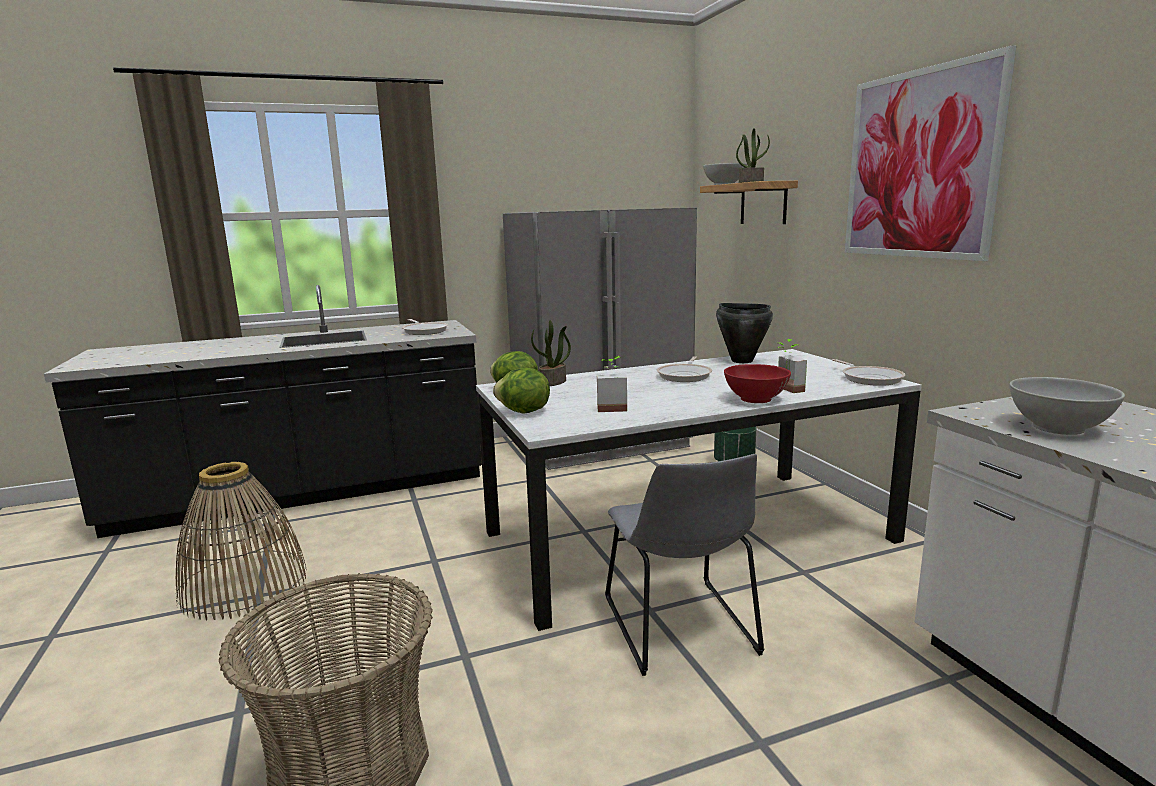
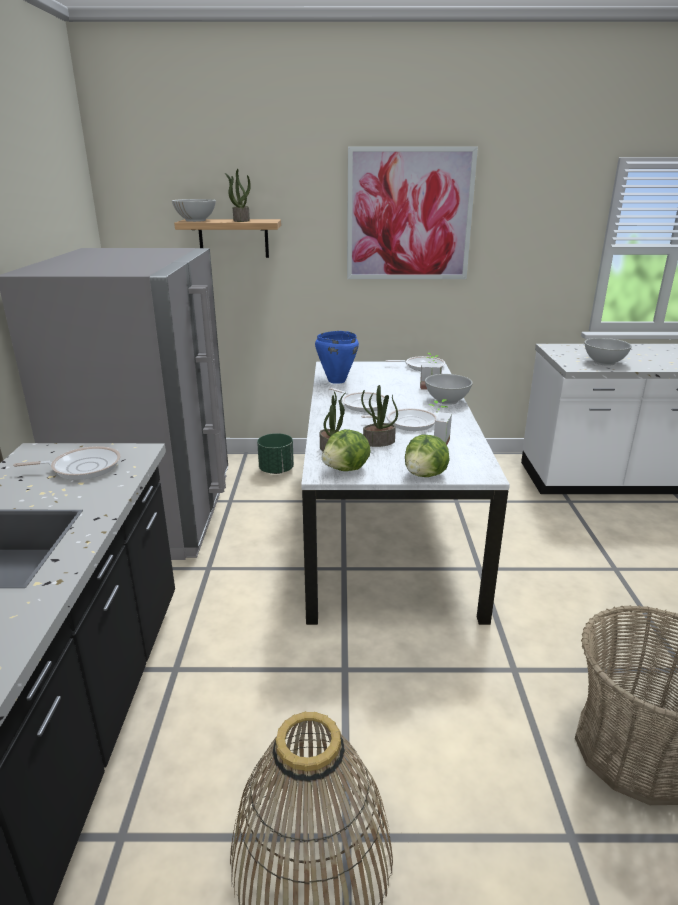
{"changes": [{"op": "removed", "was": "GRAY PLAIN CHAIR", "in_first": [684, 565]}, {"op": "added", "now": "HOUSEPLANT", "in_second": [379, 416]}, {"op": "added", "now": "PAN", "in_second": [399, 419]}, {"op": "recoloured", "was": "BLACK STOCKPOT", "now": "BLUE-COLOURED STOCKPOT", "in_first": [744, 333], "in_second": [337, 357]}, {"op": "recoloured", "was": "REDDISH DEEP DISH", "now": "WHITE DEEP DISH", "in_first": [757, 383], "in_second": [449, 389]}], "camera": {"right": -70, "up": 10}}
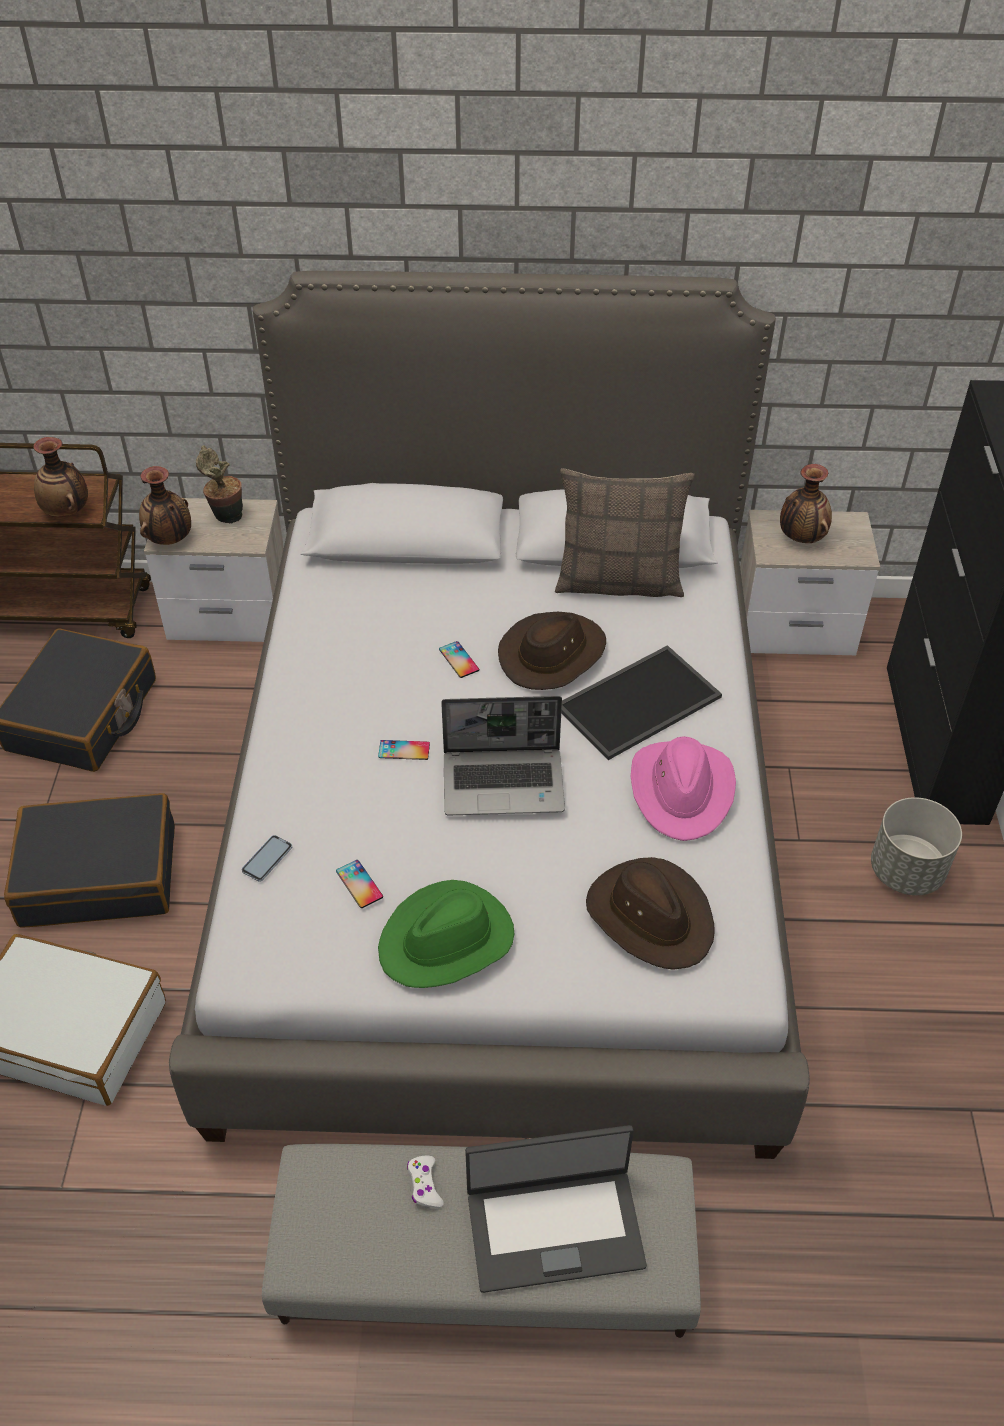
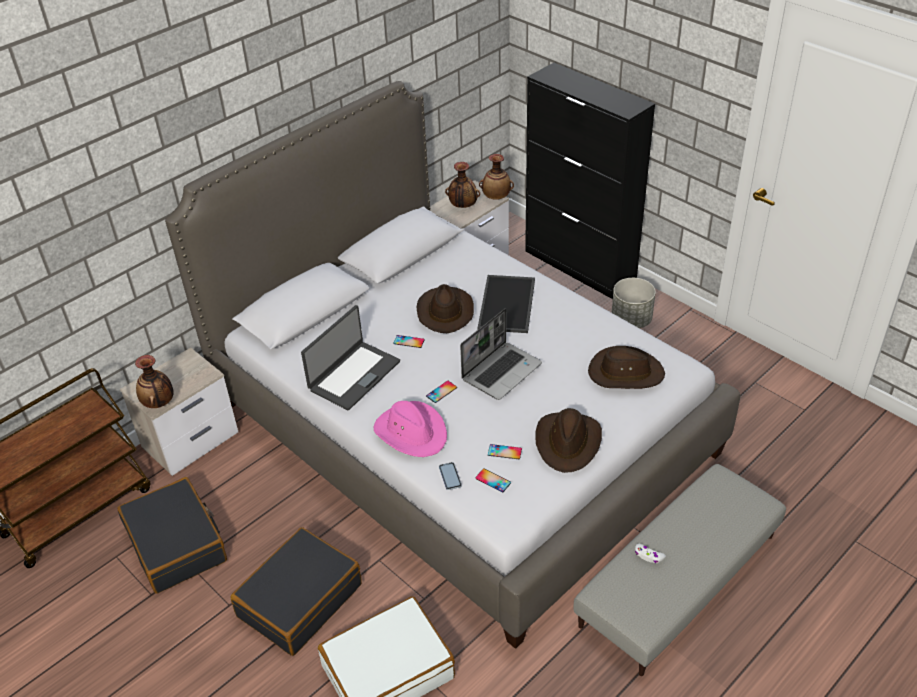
{"changes": [{"op": "removed", "was": "HOUSEPLANT", "in_first": [219, 484]}, {"op": "removed", "was": "CUSHION", "in_first": [625, 532]}, {"op": "added", "now": "TELEPHONE", "in_second": [493, 480]}, {"op": "moved", "was": "FLOWER VASE", "in_first": [60, 477], "in_second": [496, 177]}, {"op": "moved", "was": "LAPTOP", "in_first": [556, 1209], "in_second": [350, 357]}, {"op": "moved", "was": "PINK-COLOURED HAT", "in_first": [683, 788], "in_second": [410, 429]}, {"op": "recoloured", "was": "GREEN HAT", "now": "BROWN HAT", "in_first": [446, 934], "in_second": [568, 440]}], "camera": {"right": -45, "up": -5}}
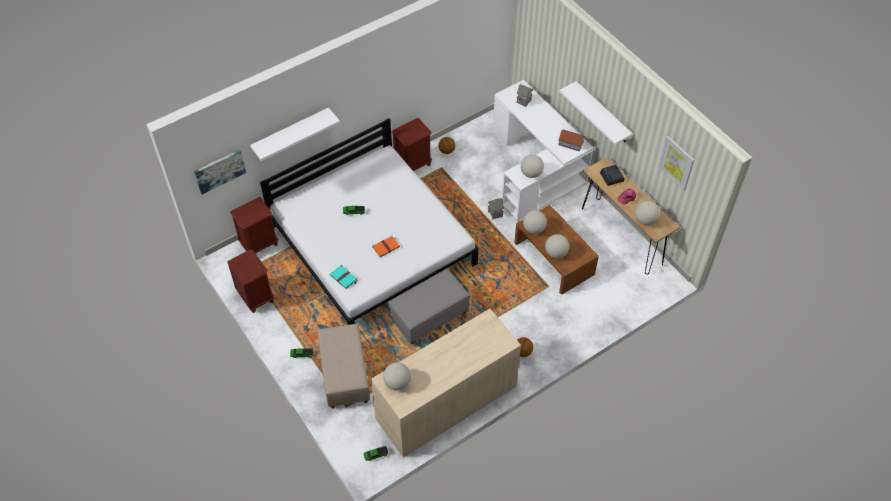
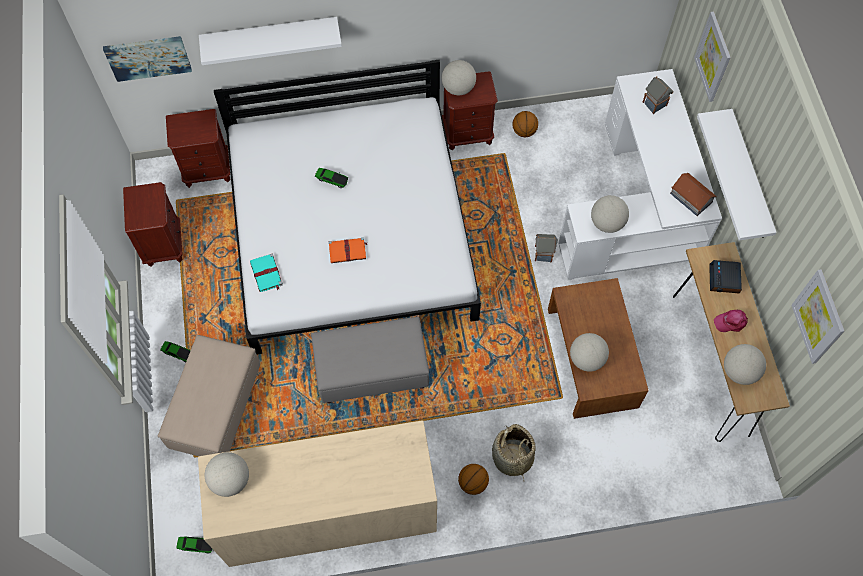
{"changes": [{"op": "added", "now": "HOUSEHOLD BASKET", "in_second": [514, 451]}, {"op": "added", "now": "PICTURE", "in_second": [712, 57]}, {"op": "moved", "was": "DESK GLOBE", "in_first": [535, 222], "in_second": [459, 77]}], "camera": {"right": 25, "up": 10}}
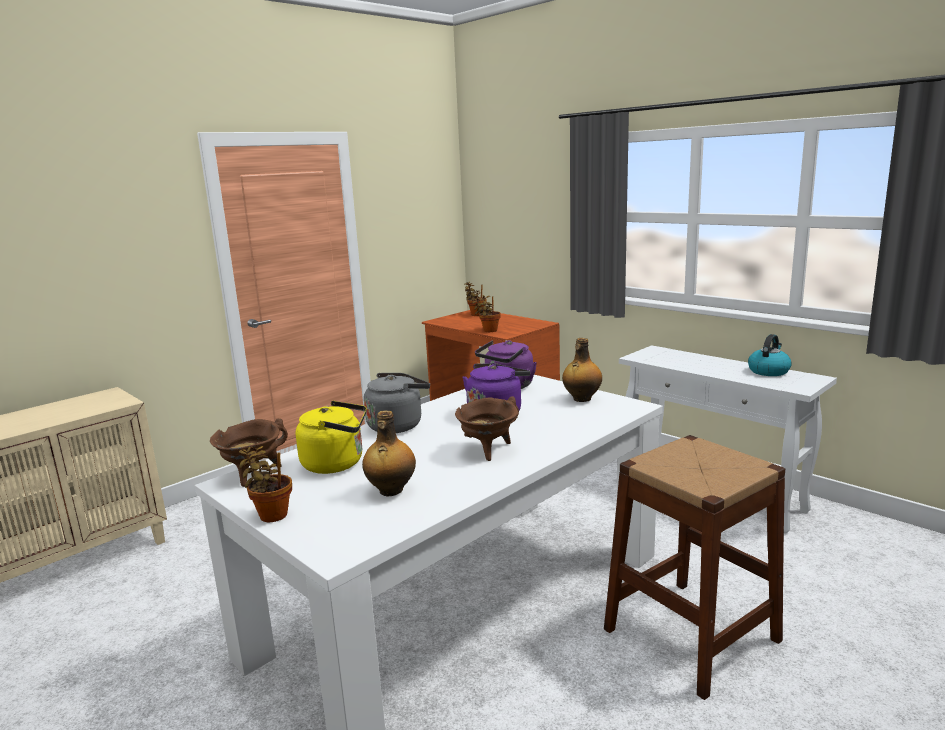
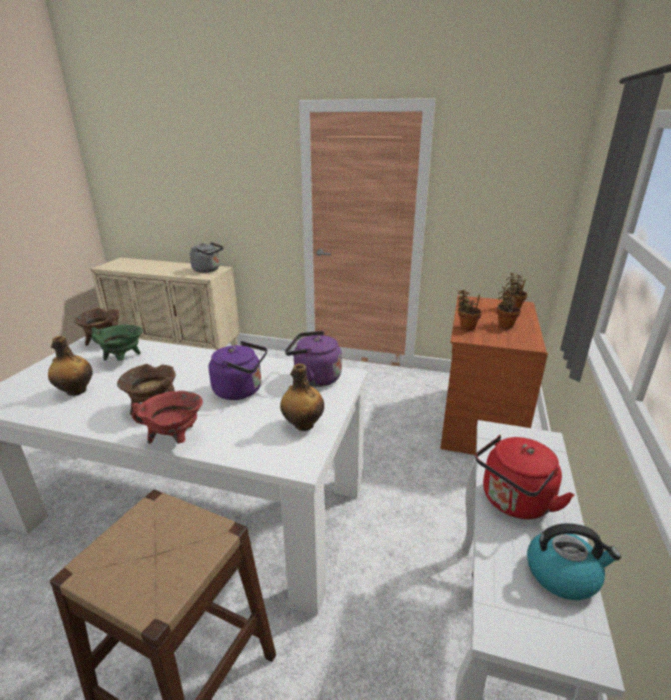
{"changes": [{"op": "added", "now": "REDDISH STOCKPOT", "in_second": [167, 417]}, {"op": "added", "now": "REDDISH WATER KETTLE", "in_second": [524, 477]}, {"op": "moved", "was": "HOUSEPLANT", "in_first": [265, 484], "in_second": [509, 307]}, {"op": "moved", "was": "GRAY WATER KETTLE", "in_first": [397, 403], "in_second": [207, 257]}, {"op": "replaced", "was": "YELLOW-COLOURED WATER KETTLE", "now": "GREEN STOCKPOT", "in_first": [331, 437], "in_second": [117, 343]}], "camera": {"right": 60, "up": 10}}
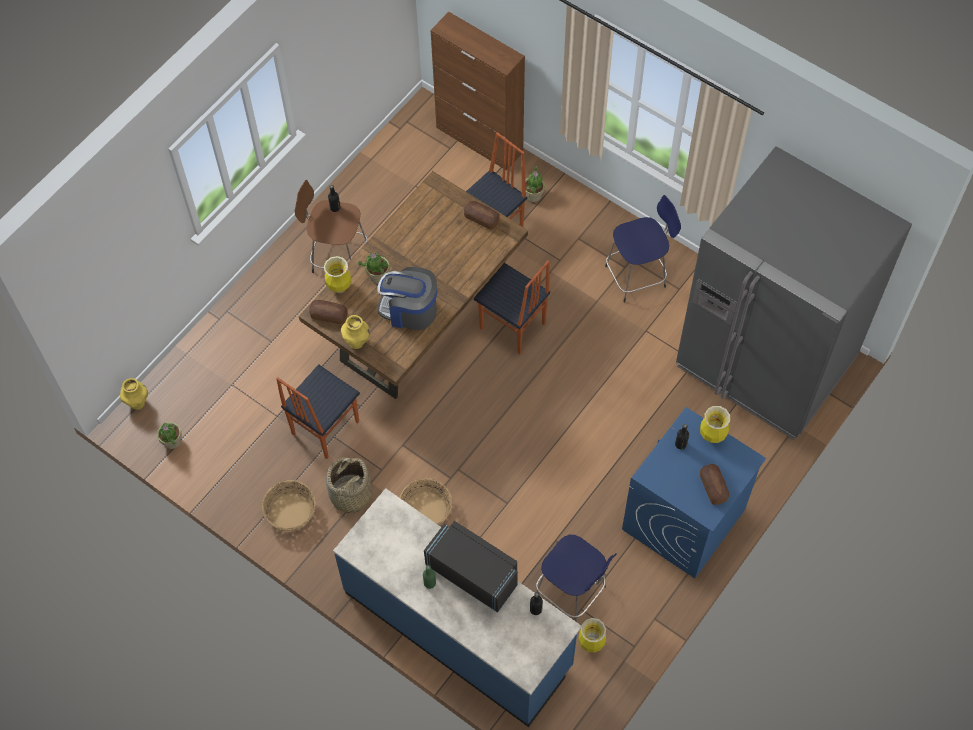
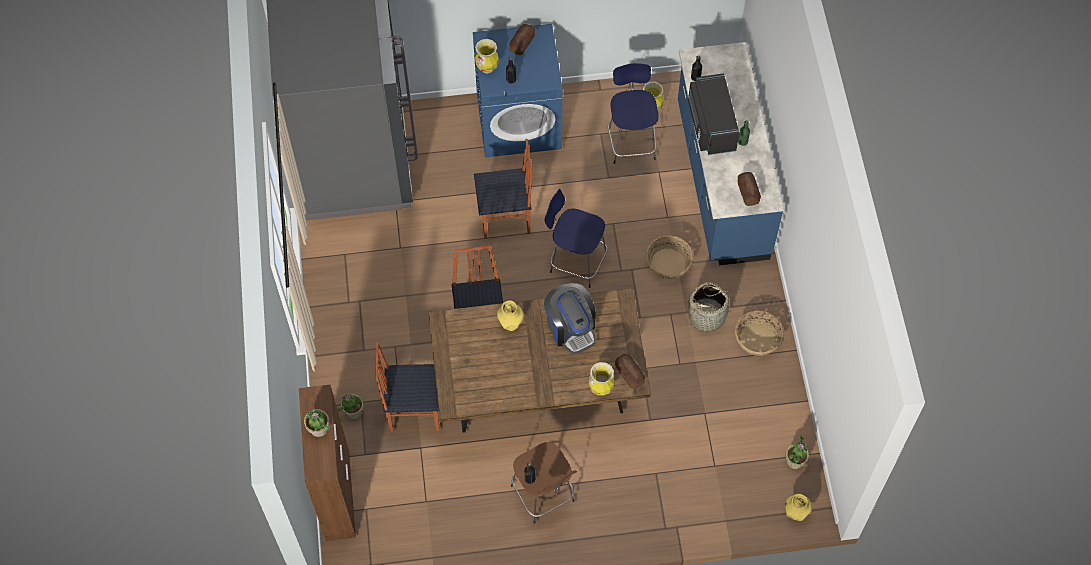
{"changes": [{"op": "moved", "was": "PLAIN CHAIR", "in_first": [318, 411], "in_second": [503, 189]}, {"op": "moved", "was": "YELLOW-COLOURED FLOWER VASE", "in_first": [355, 332], "in_second": [510, 315]}, {"op": "moved", "was": "HOUSEPLANT", "in_first": [374, 268], "in_second": [317, 423]}, {"op": "moved", "was": "BAKERY BREAD", "in_first": [482, 215], "in_second": [749, 189]}, {"op": "moved", "was": "BLUE-COLOURED SITTING STOOL", "in_first": [643, 248], "in_second": [576, 238]}], "camera": {"right": -135, "up": 0}}
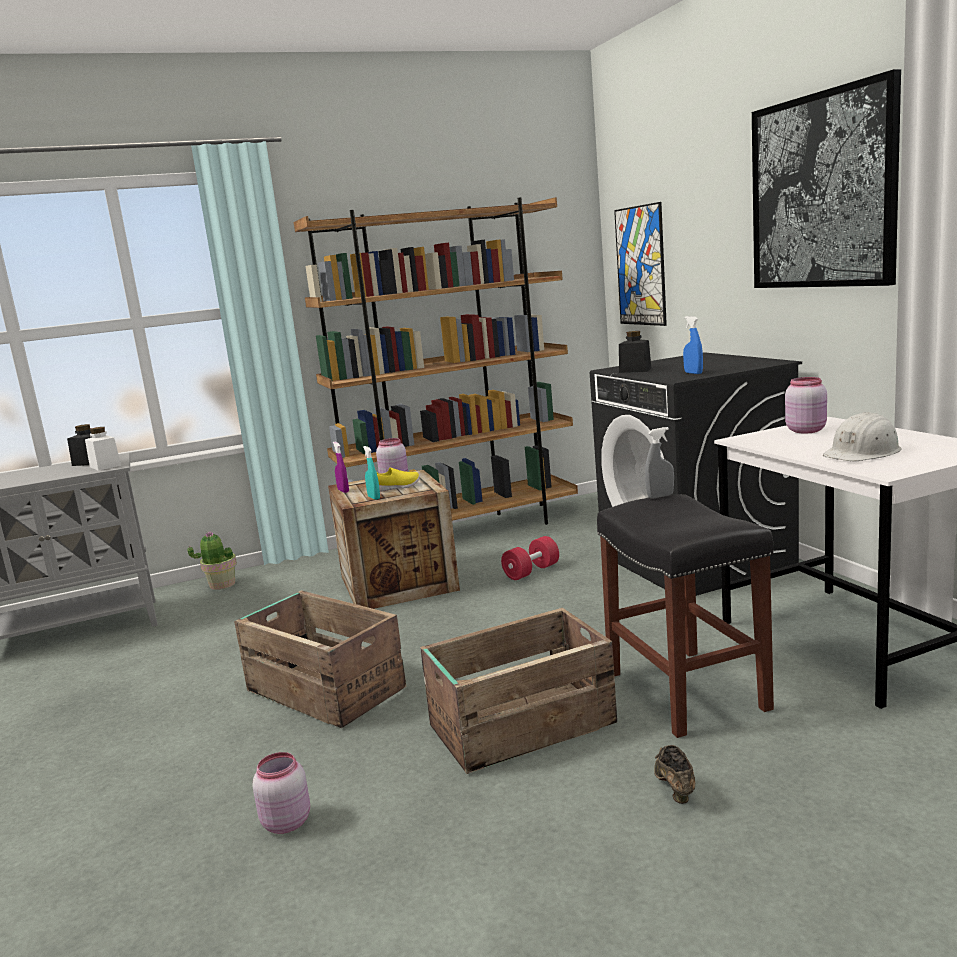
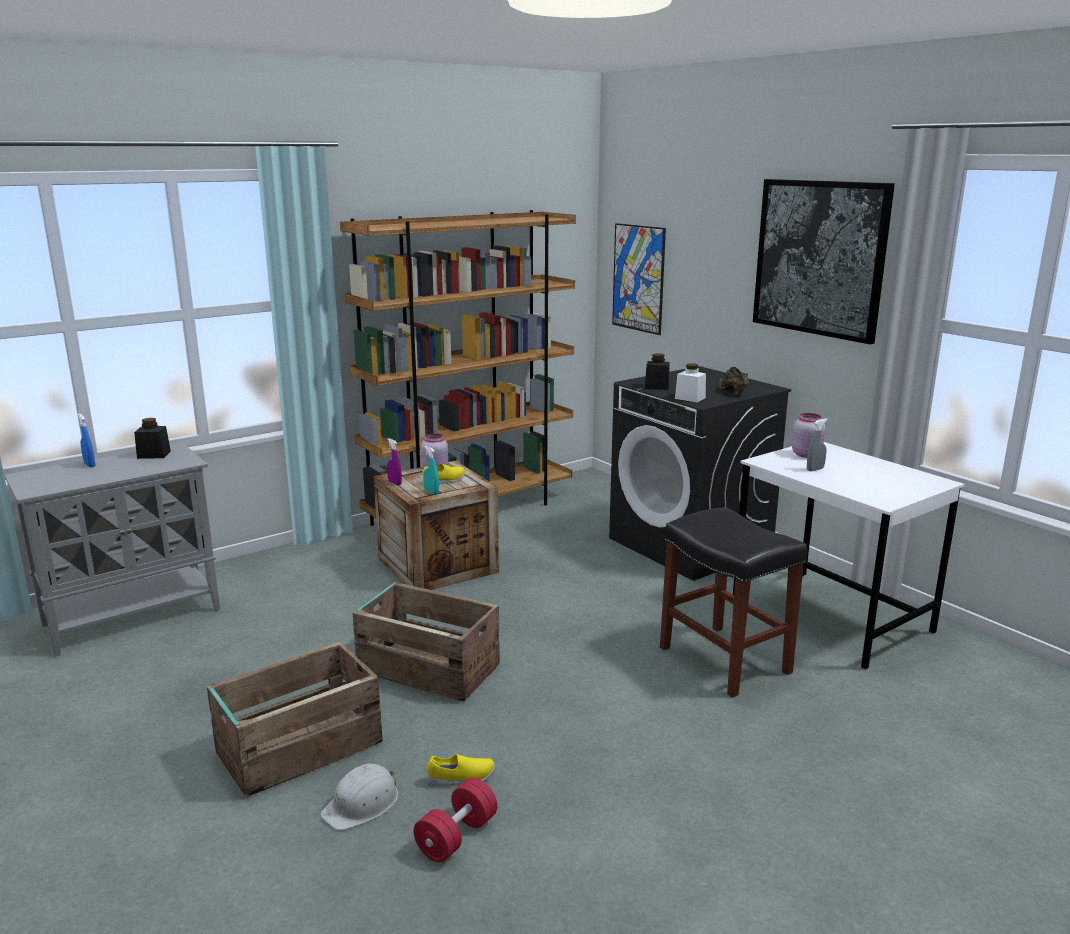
{"changes": [{"op": "removed", "was": "HOUSEPLANT", "in_first": [212, 561]}, {"op": "moved", "was": "WHITE PRESERVE JAR", "in_first": [103, 449], "in_second": [690, 382]}, {"op": "moved", "was": "SHIPPING CRATE", "in_first": [518, 691], "in_second": [295, 719]}, {"op": "moved", "was": "REDDISH FREE WEIGHT", "in_first": [530, 558], "in_second": [455, 820]}, {"op": "moved", "was": "GRAY HAND SPRAYER", "in_first": [659, 463], "in_second": [817, 445]}, {"op": "moved", "was": "BROWN ITEM OF FOOTWEAR", "in_first": [674, 774], "in_second": [733, 381]}, {"op": "moved", "was": "BLUE-COLOURED HAND SPRAYER", "in_first": [693, 345], "in_second": [86, 440]}, {"op": "moved", "was": "WHITE SAFETY HELMET", "in_first": [862, 436], "in_second": [359, 797]}, {"op": "replaced", "was": "PINK-COLOURED PRESERVE JAR", "now": "YELLOW-COLOURED ITEM OF FOOTWEAR", "in_first": [281, 793], "in_second": [461, 770]}], "camera": {"right": -15, "up": 5}}
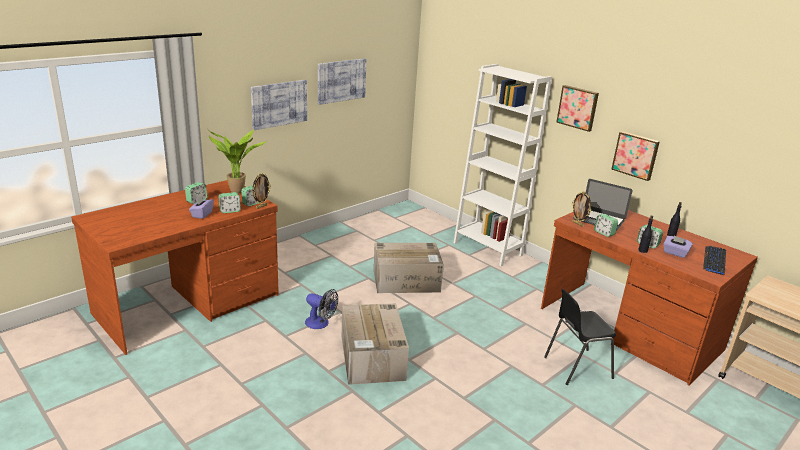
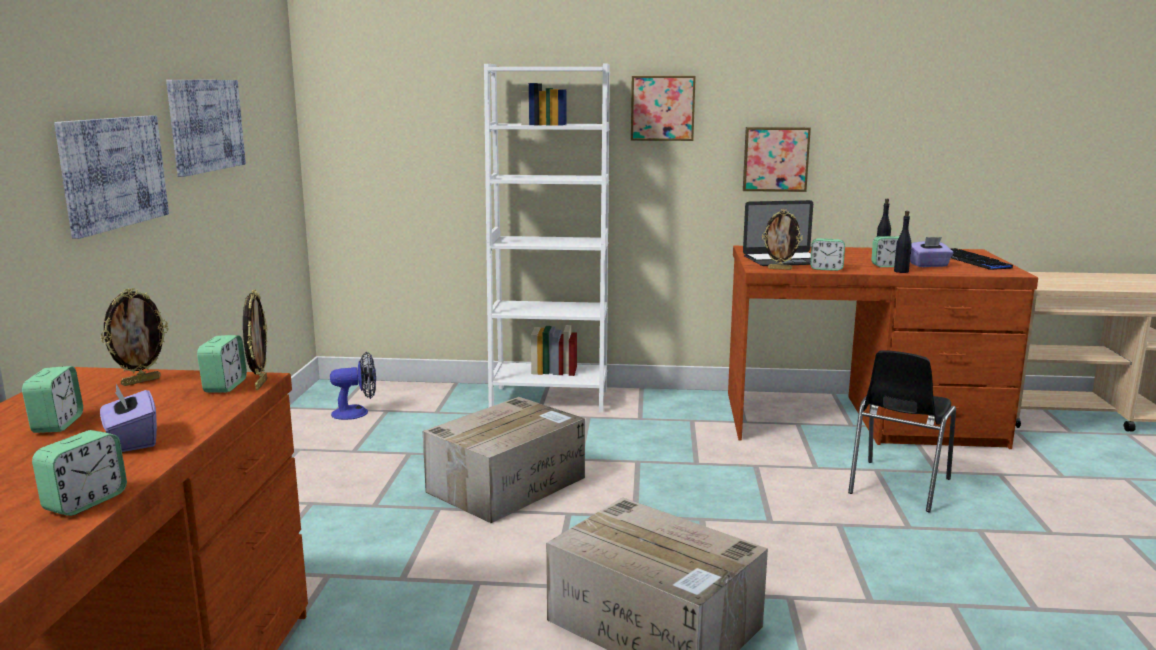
{"changes": [{"op": "moved", "was": "TABLE CLOCK", "in_first": [230, 202], "in_second": [79, 473]}, {"op": "moved", "was": "ELECTRIC FAN", "in_first": [321, 309], "in_second": [353, 386]}, {"op": "replaced", "was": "HOUSEPLANT", "now": "STANDING FRAME", "in_first": [237, 161], "in_second": [134, 337]}], "camera": {"right": -40, "up": -10}}
